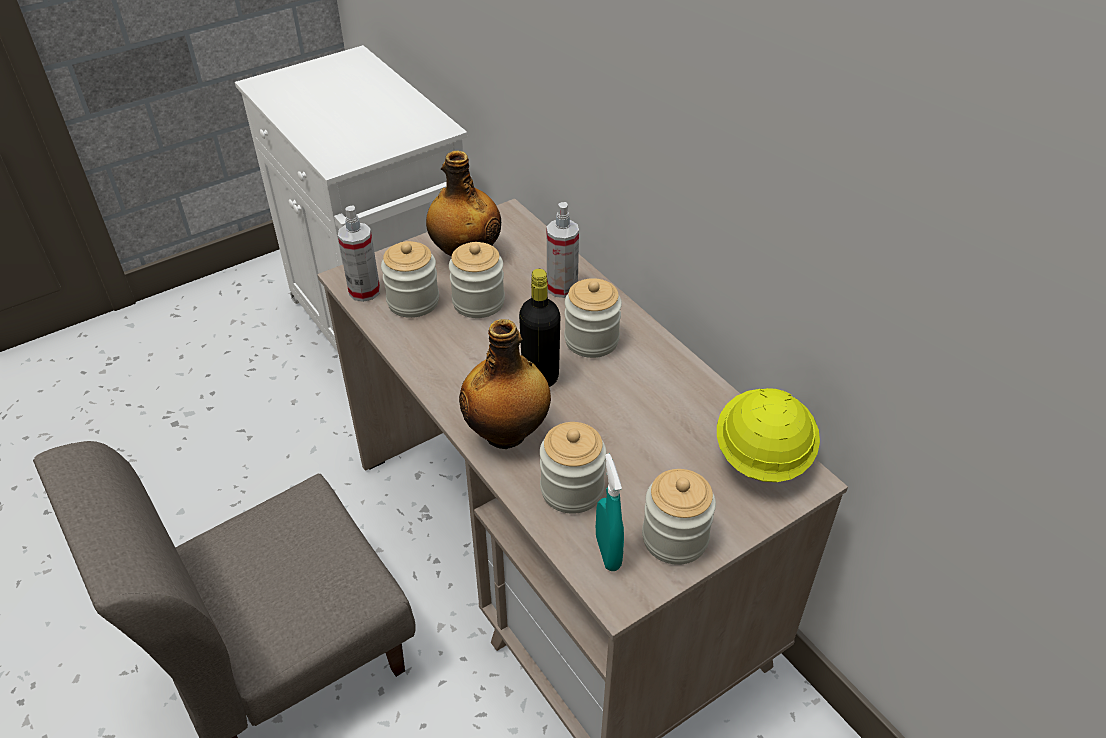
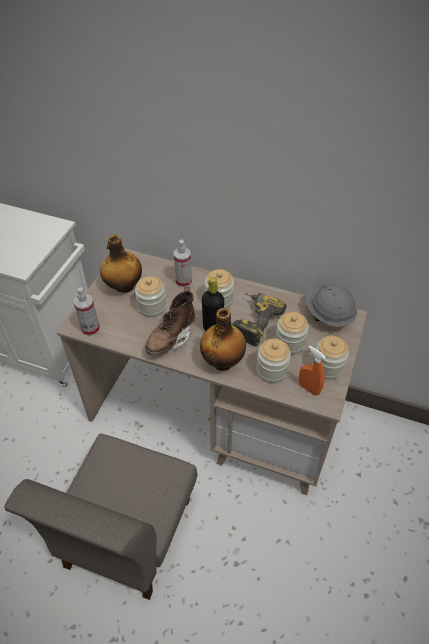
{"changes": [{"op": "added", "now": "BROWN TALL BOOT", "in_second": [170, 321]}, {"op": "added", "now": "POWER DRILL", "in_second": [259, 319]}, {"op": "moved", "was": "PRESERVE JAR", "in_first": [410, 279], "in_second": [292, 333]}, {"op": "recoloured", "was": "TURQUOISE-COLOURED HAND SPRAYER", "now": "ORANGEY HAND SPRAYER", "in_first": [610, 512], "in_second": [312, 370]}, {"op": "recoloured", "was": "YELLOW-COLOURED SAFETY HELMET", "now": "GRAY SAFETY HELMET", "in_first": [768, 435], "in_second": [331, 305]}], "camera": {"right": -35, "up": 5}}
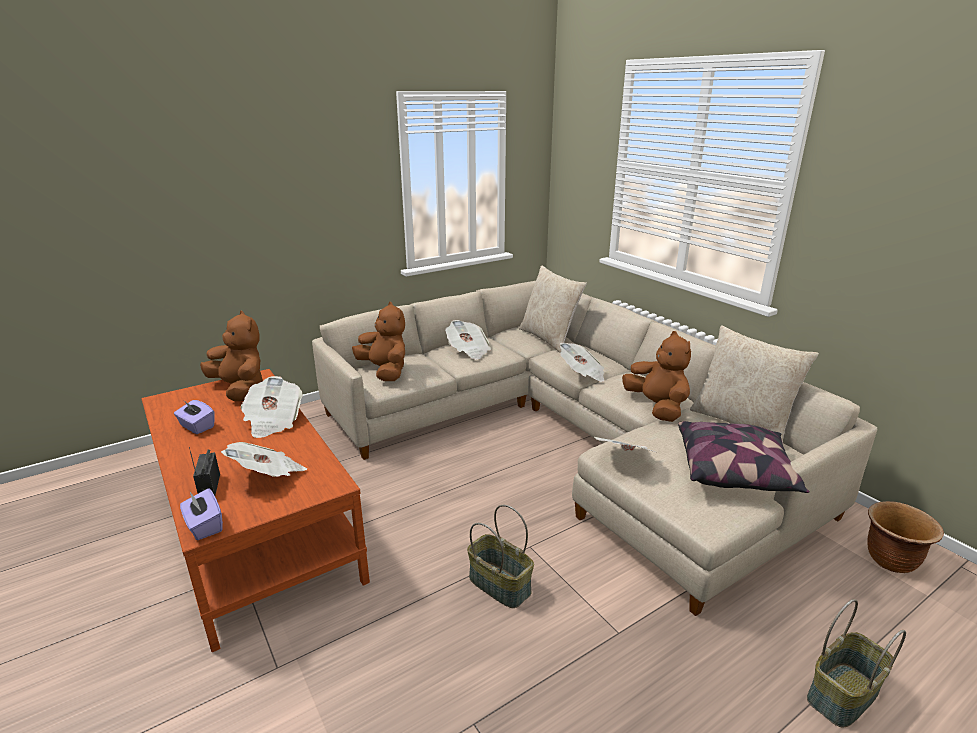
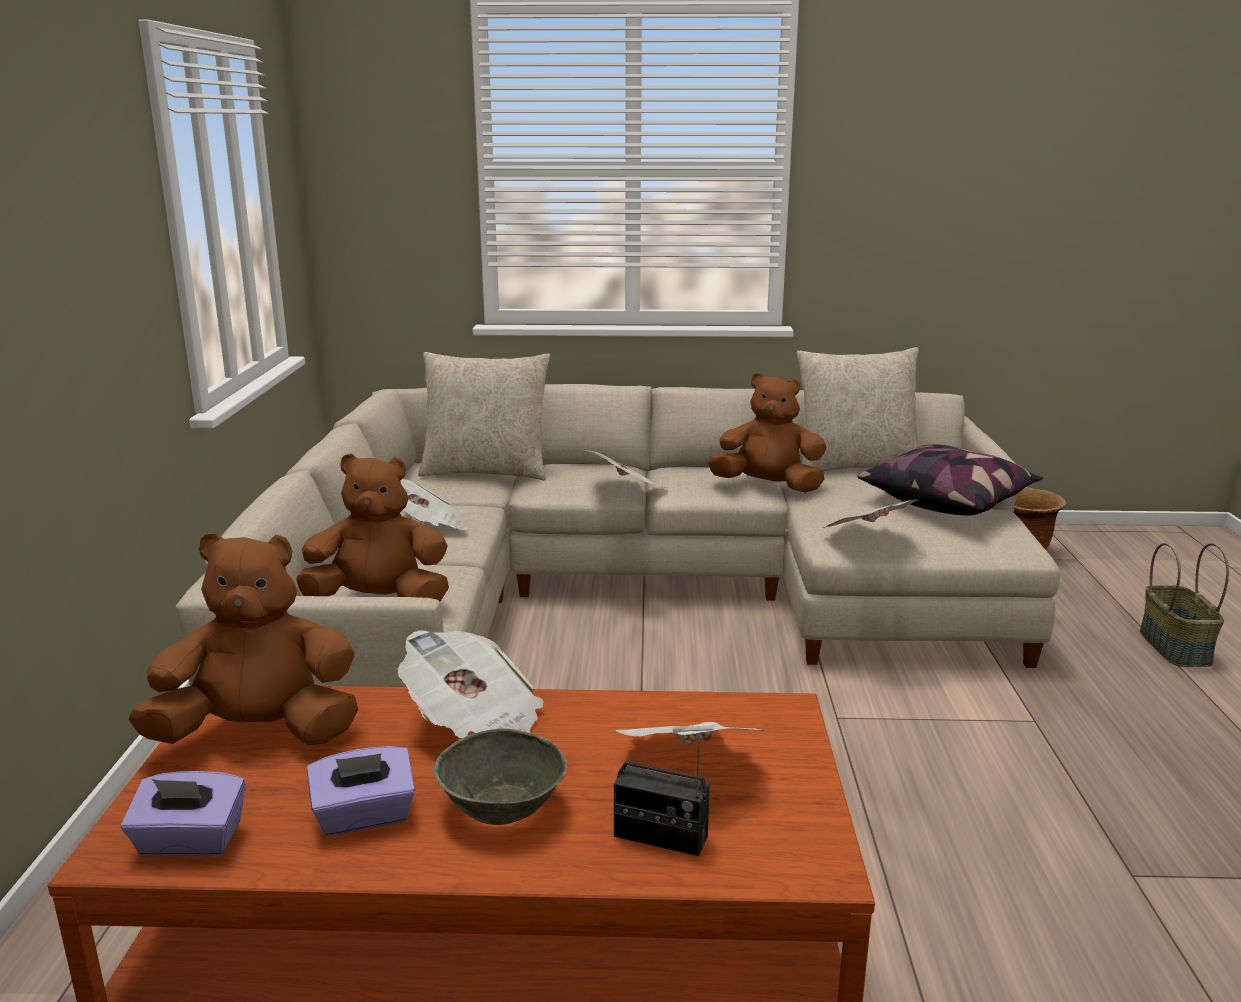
{"changes": [{"op": "removed", "was": "HOUSEHOLD BASKET", "in_first": [500, 556]}, {"op": "added", "now": "GRAY DEEP DISH", "in_second": [500, 776]}, {"op": "moved", "was": "PURPLE TISSUE BOX", "in_first": [201, 514], "in_second": [183, 813]}], "camera": {"right": -55, "up": -5}}
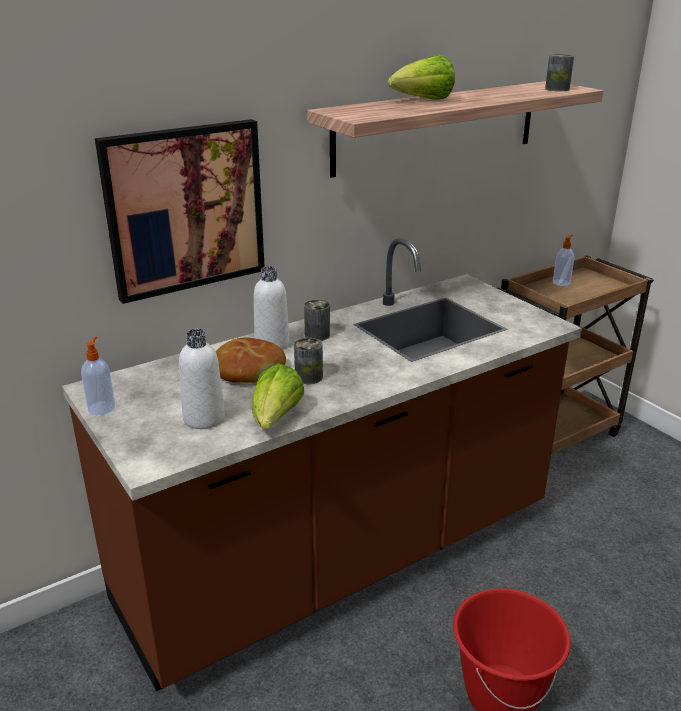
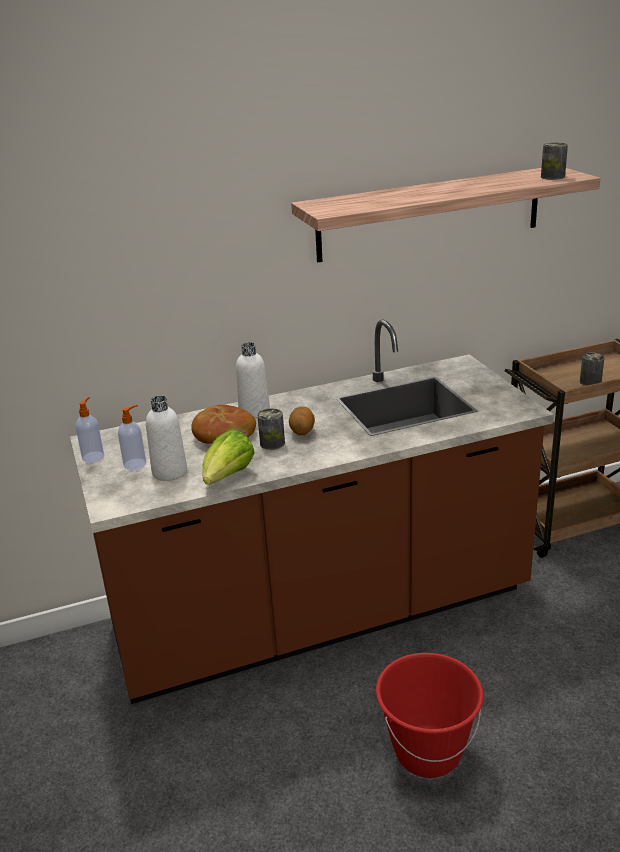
{"changes": [{"op": "removed", "was": "PICTURE", "in_first": [180, 211]}, {"op": "removed", "was": "HEAD OF LETTUCE", "in_first": [421, 77]}, {"op": "added", "now": "WHOLE POTATO", "in_second": [302, 421]}, {"op": "moved", "was": "METAL CAN", "in_first": [317, 320], "in_second": [592, 369]}, {"op": "moved", "was": "SOAP BOTTLE", "in_first": [564, 260], "in_second": [132, 437]}], "camera": {"right": 15, "up": 0}}
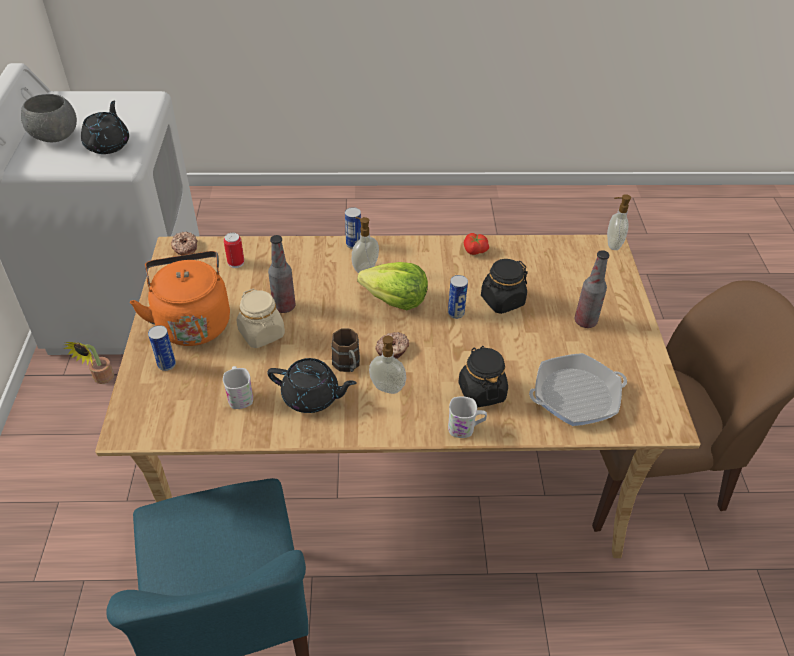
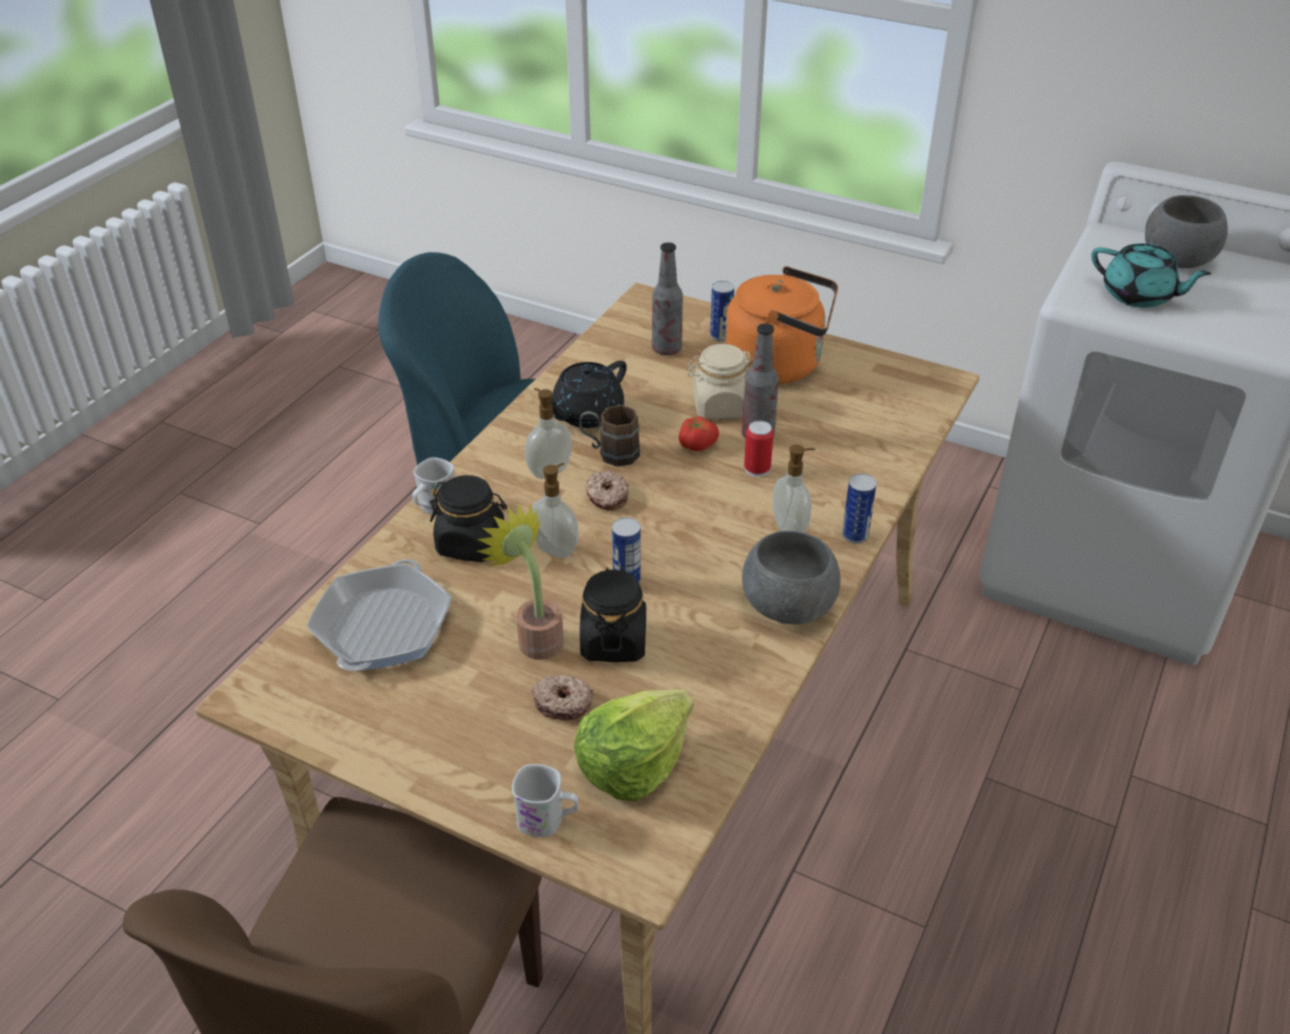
{"changes": [{"op": "added", "now": "GRAY DEEP DISH", "in_second": [791, 577]}, {"op": "moved", "was": "HOUSEPLANT", "in_first": [89, 363], "in_second": [520, 581]}, {"op": "moved", "was": "DOUGHNUT", "in_first": [184, 243], "in_second": [562, 697]}, {"op": "moved", "was": "WHITE TEA MUG", "in_first": [238, 387], "in_second": [545, 800]}, {"op": "moved", "was": "METAL CAN", "in_first": [234, 250], "in_second": [759, 449]}, {"op": "moved", "was": "HEAD OF LETTUCE", "in_first": [392, 286], "in_second": [634, 745]}, {"op": "moved", "was": "TOMATO", "in_first": [476, 244], "in_second": [699, 434]}, {"op": "moved", "was": "DRINK BOTTLE", "in_first": [592, 289], "in_second": [667, 298]}, {"op": "moved", "was": "SOAP BOTTLE", "in_first": [619, 222], "in_second": [555, 510]}, {"op": "recoloured", "was": "BLACK TEA POT", "now": "TURQUOISE-COLOURED TEA POT", "in_first": [105, 127], "in_second": [1151, 275]}], "camera": {"right": 120, "up": -5}}
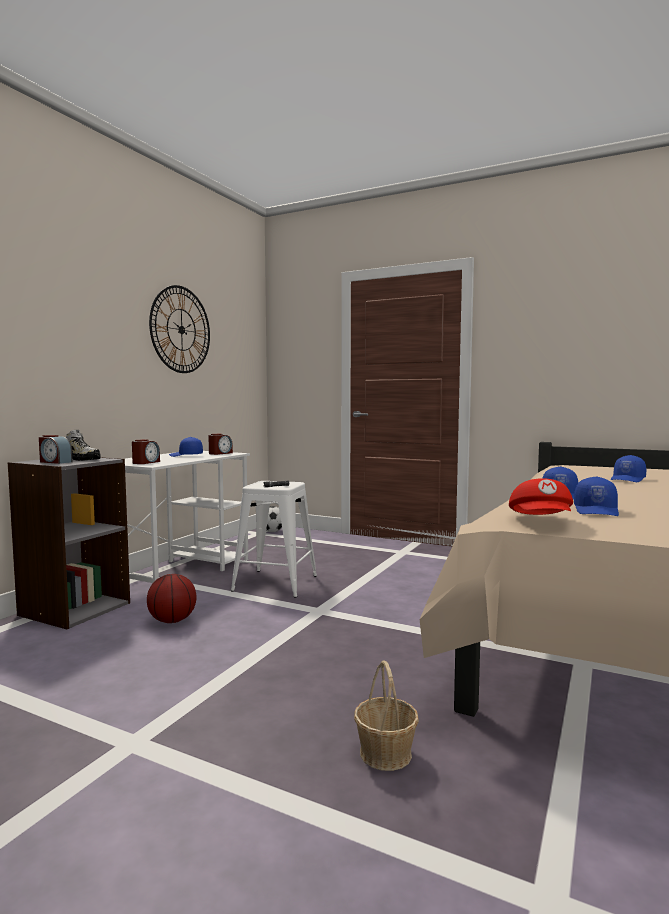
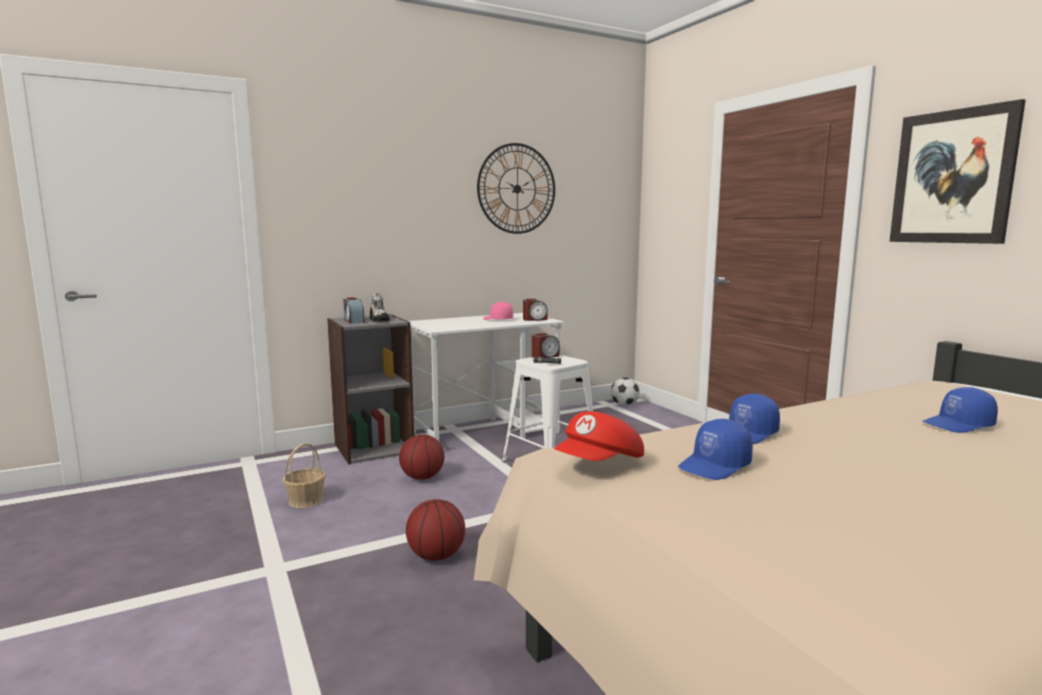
{"changes": [{"op": "added", "now": "BASKETBALL", "in_second": [435, 530]}, {"op": "added", "now": "PICTURE", "in_second": [957, 171]}, {"op": "moved", "was": "TABLE CLOCK", "in_first": [146, 451], "in_second": [546, 345]}, {"op": "moved", "was": "HOUSEHOLD BASKET", "in_first": [386, 715], "in_second": [304, 475]}, {"op": "recoloured", "was": "BLUE-COLOURED BASEBALL CAP", "now": "PINK-COLOURED BASEBALL CAP", "in_first": [186, 447], "in_second": [498, 310]}], "camera": {"right": 35, "up": 5}}
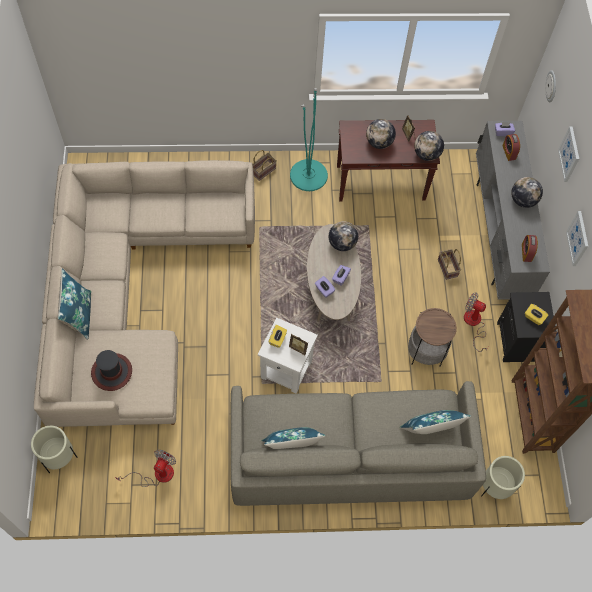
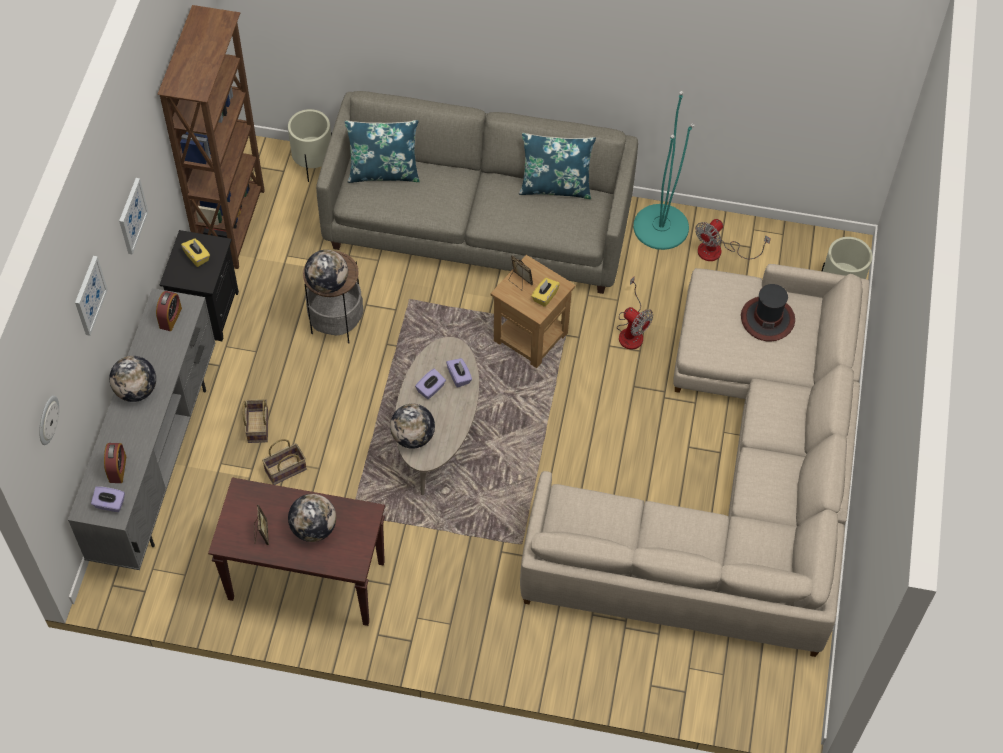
{"changes": [{"op": "removed", "was": "BLUE-COLOURED CUSHION", "in_first": [74, 304]}, {"op": "moved", "was": "HOUSEHOLD BASKET", "in_first": [264, 165], "in_second": [284, 462]}, {"op": "moved", "was": "TURQUOISE-COLOURED STANDING LAMP", "in_first": [309, 139], "in_second": [664, 170]}, {"op": "moved", "was": "DESK GLOBE", "in_first": [429, 146], "in_second": [326, 271]}, {"op": "moved", "was": "ELECTRIC FAN", "in_first": [476, 322], "in_second": [635, 312]}, {"op": "recoloured", "was": "WHITE END TABLE", "now": "BROWN END TABLE", "in_first": [288, 356], "in_second": [533, 311]}], "camera": {"right": -165, "up": -5}}
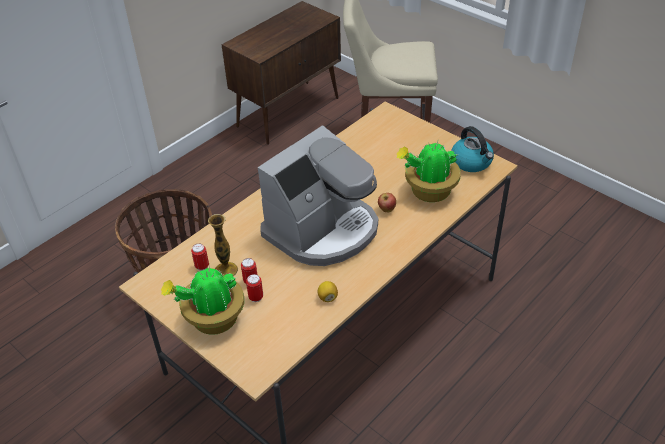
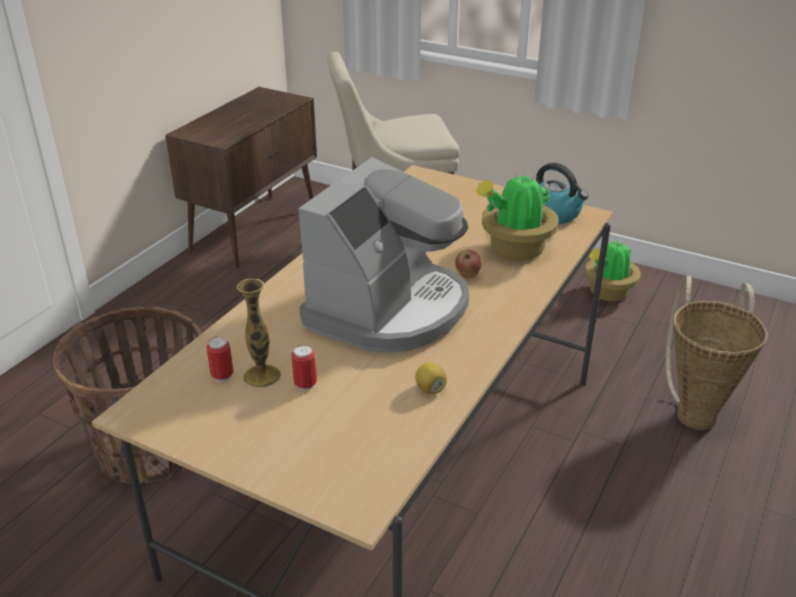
{"changes": [{"op": "removed", "was": "METAL CAN", "in_first": [254, 288]}, {"op": "added", "now": "HOUSEHOLD BASKET", "in_second": [716, 353]}, {"op": "moved", "was": "HOUSEPLANT", "in_first": [202, 300], "in_second": [612, 269]}], "camera": {"right": -15, "up": -10}}
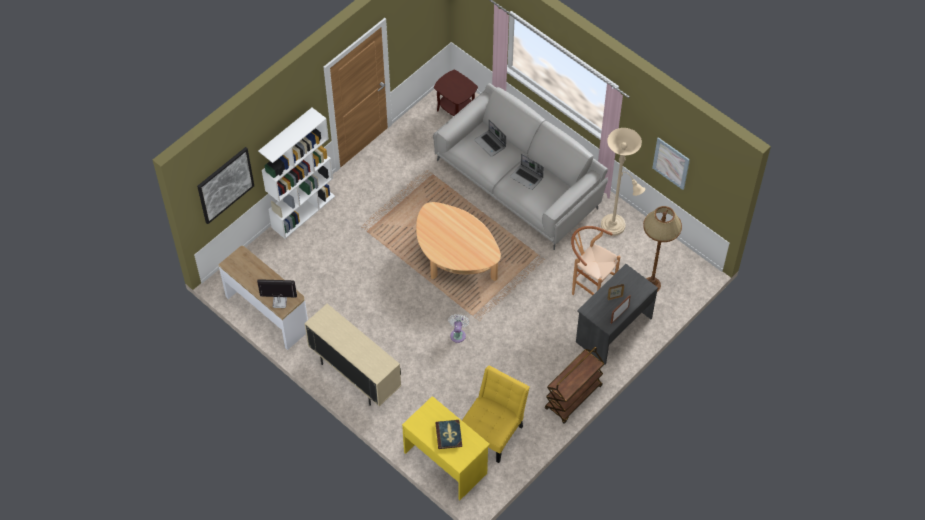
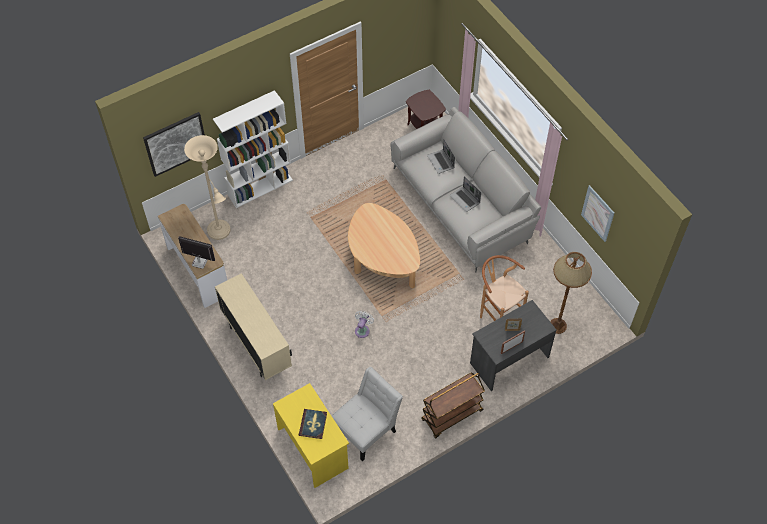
{"changes": [{"op": "moved", "was": "SAND-COLOURED STANDING LAMP", "in_first": [623, 182], "in_second": [207, 187]}, {"op": "recoloured", "was": "YELLOW-COLOURED PLAIN CHAIR", "now": "WHITE PLAIN CHAIR", "in_first": [496, 414], "in_second": [367, 414]}], "camera": {"right": 15, "up": 0}}
